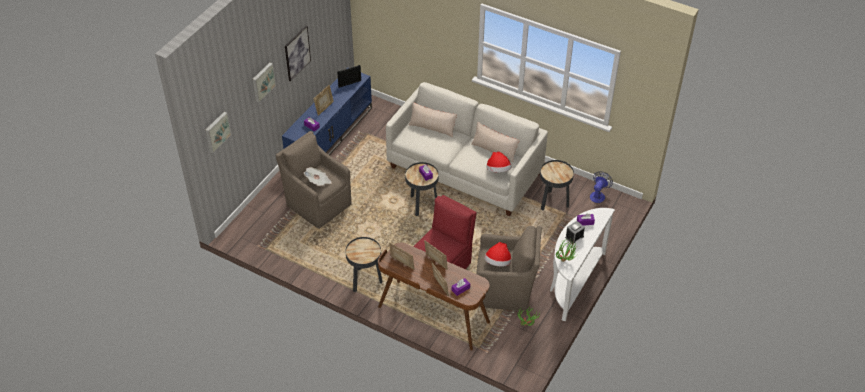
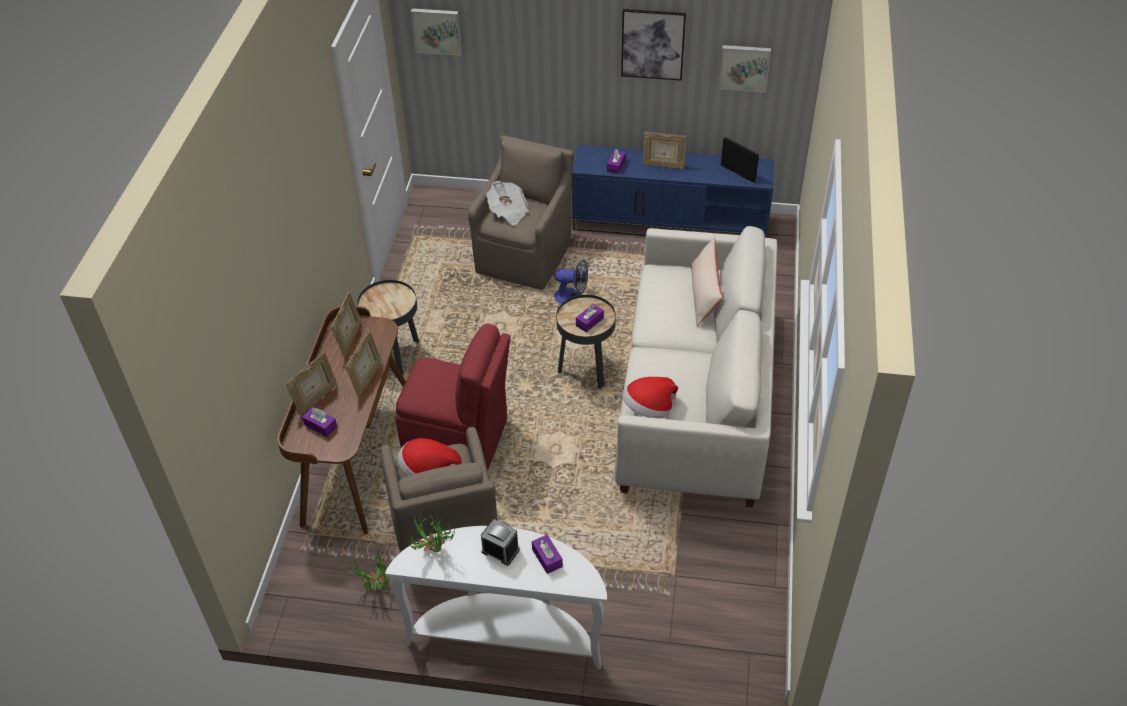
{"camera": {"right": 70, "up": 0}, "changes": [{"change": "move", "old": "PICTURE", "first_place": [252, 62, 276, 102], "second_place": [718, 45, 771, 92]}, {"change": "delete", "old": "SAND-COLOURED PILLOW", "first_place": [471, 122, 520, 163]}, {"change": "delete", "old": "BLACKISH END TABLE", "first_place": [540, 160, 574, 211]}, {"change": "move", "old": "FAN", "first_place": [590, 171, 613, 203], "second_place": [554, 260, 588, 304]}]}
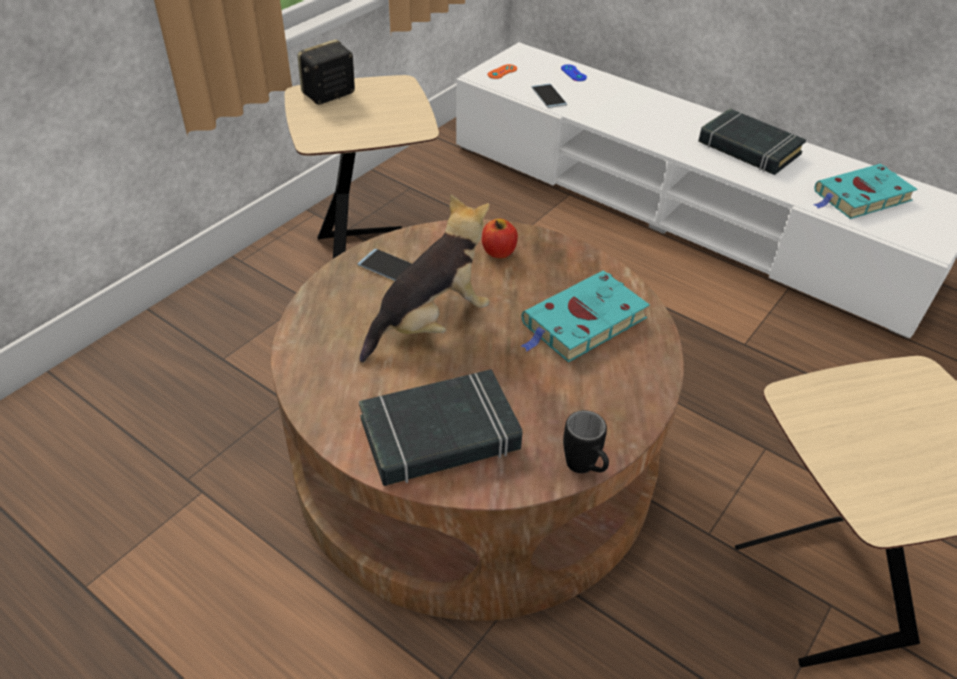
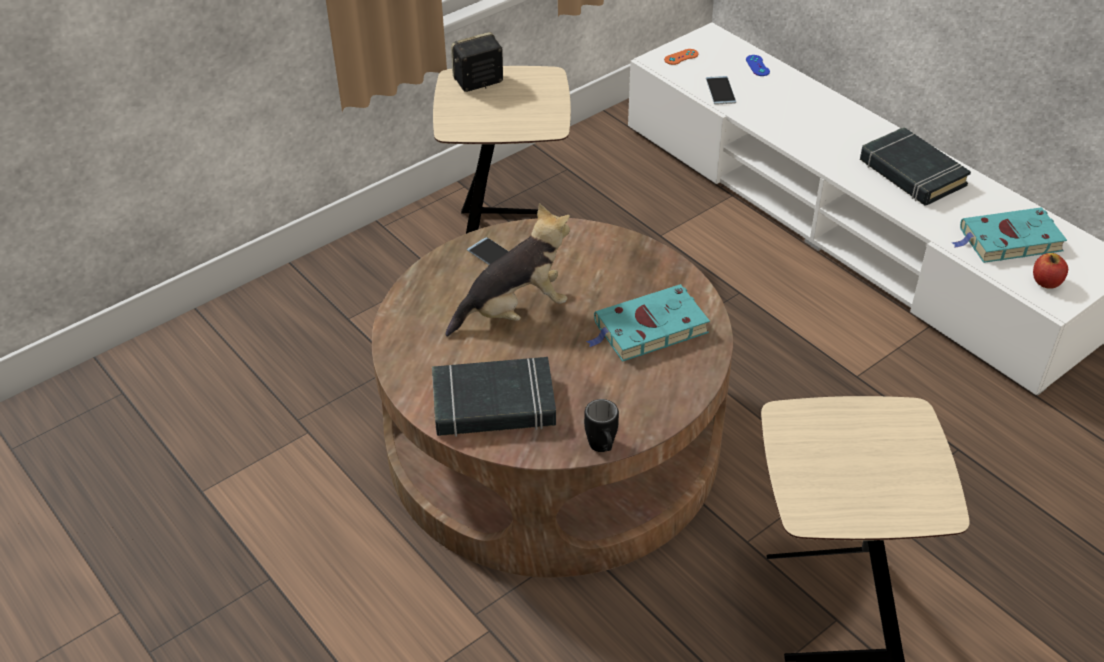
{"camera": {"right": 15, "up": 0}, "changes": [{"change": "move", "old": "APPLE FRUIT", "first_place": [482, 219, 518, 258], "second_place": [1033, 253, 1068, 289]}]}
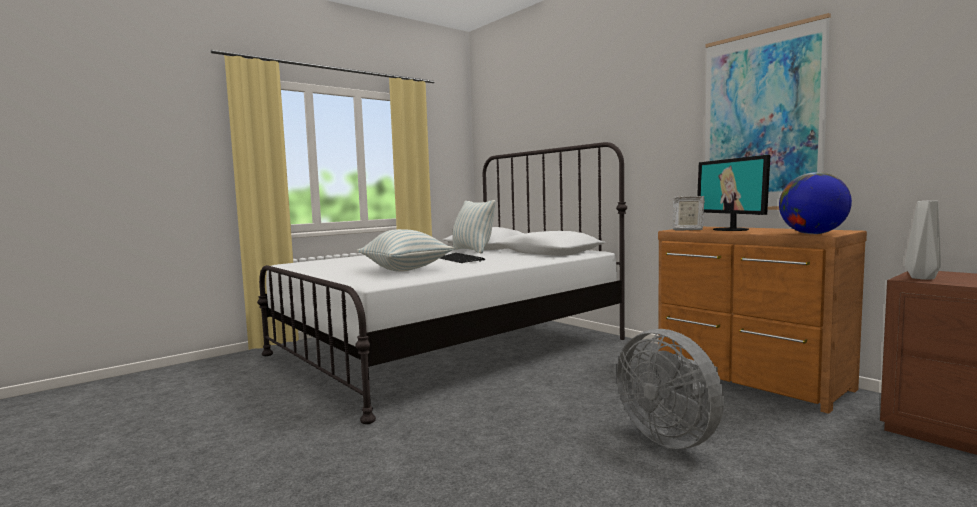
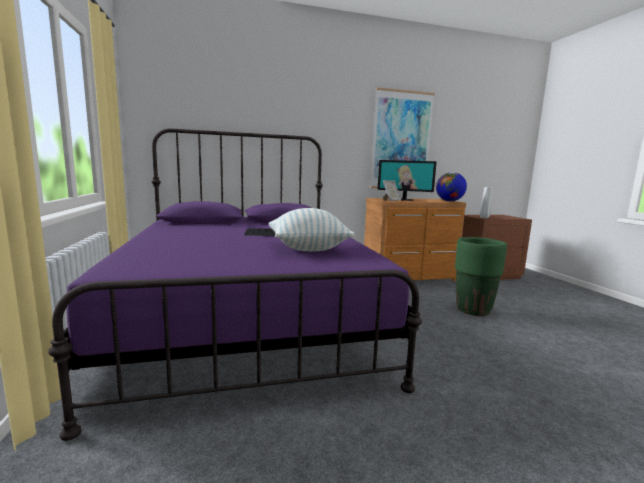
{"camera": {"right": -65, "up": 5}, "changes": [{"change": "recolor", "old": "WHITISH BEDROOM BED", "new": "PURPLISH BEDROOM BED", "first_place": [257, 142, 627, 424], "second_place": [48, 128, 422, 441]}, {"change": "delete", "old": "PILLOW", "first_place": [452, 200, 495, 254]}, {"change": "replace", "old": "GREYISH FAN", "new": "GREEN-COLOURED PLANTER", "first_place": [617, 329, 724, 449], "second_place": [455, 237, 507, 316]}]}
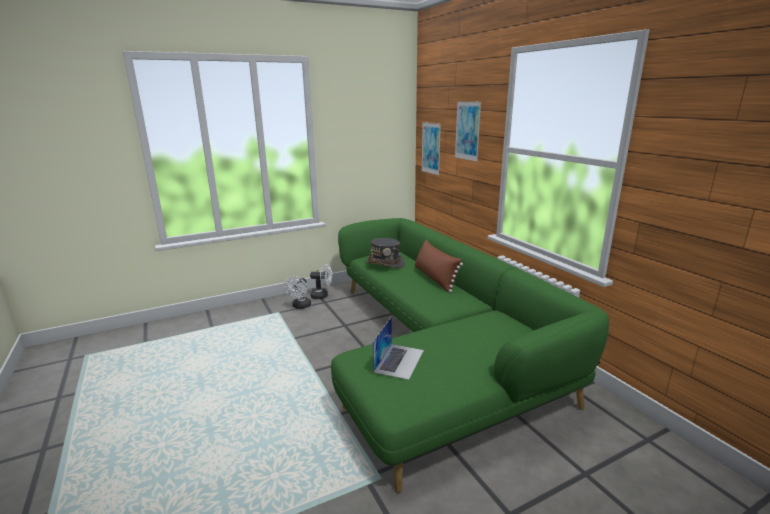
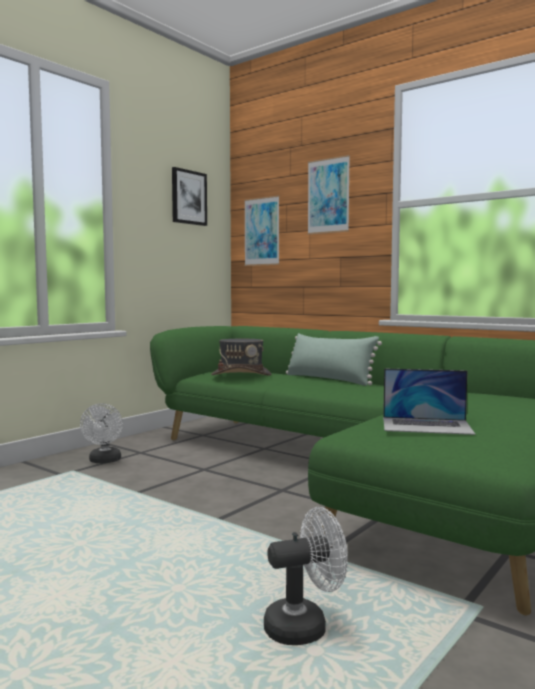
{"camera": {"right": -25, "up": -15}, "changes": [{"change": "move", "old": "WHITISH FAN", "first_place": [310, 264, 332, 299], "second_place": [264, 507, 348, 645]}, {"change": "rotate", "old": "LAPTOP", "first_place": [373, 316, 424, 380], "second_place": [383, 369, 475, 435], "degrees": 105}, {"change": "recolor", "old": "BROWN-COLOURED PILLOW", "new": "GREEN-COLOURED PILLOW", "first_place": [415, 240, 463, 292], "second_place": [286, 333, 382, 386]}, {"change": "insert", "new": "PICTURE", "second_place": [172, 167, 207, 226]}]}
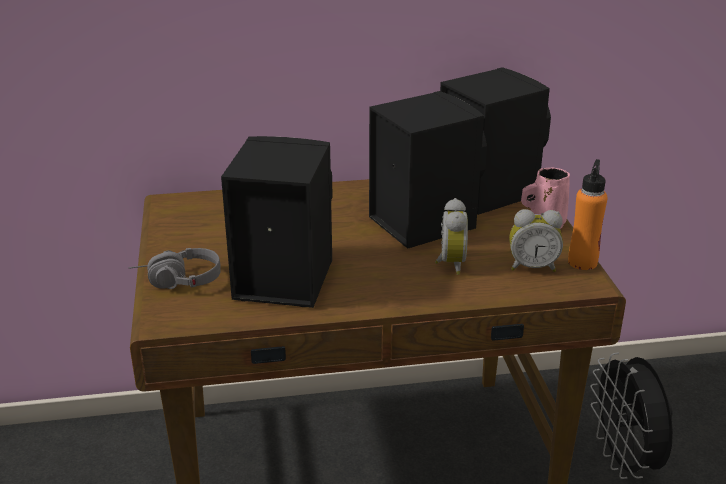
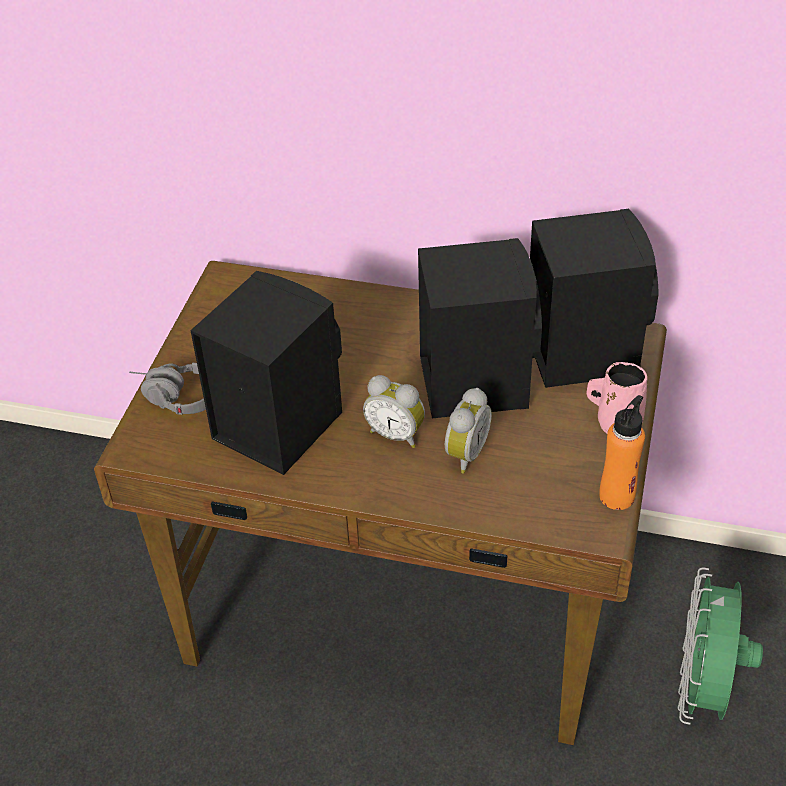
{"camera": {"right": 25, "up": 15}, "changes": [{"change": "move", "old": "BEDSIDE CLOCK", "first_place": [509, 209, 563, 272], "second_place": [363, 375, 425, 448]}, {"change": "recolor", "old": "BLACKISH FAN", "new": "GREEN-COLOURED FAN", "first_place": [590, 352, 673, 479], "second_place": [678, 568, 763, 725]}]}
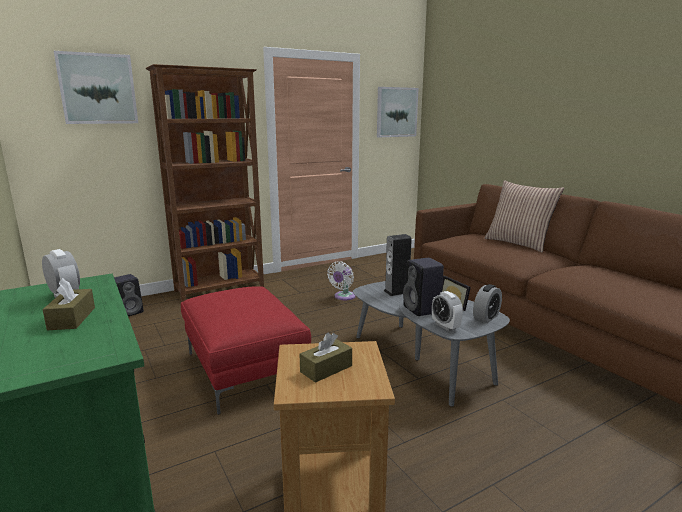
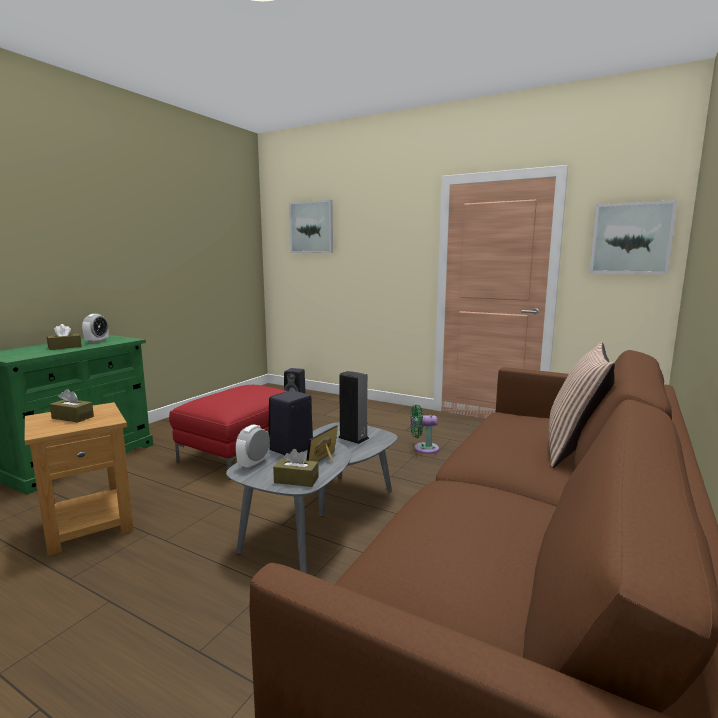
{"camera": {"right": 60, "up": -5}, "changes": [{"change": "delete", "old": "BROWN-COLOURED BOOKSHELF", "first_place": [146, 64, 264, 302]}, {"change": "recolor", "old": "WHITISH FAN", "new": "GREEN-COLOURED FAN", "first_place": [327, 261, 356, 300], "second_place": [410, 405, 439, 454]}, {"change": "replace", "old": "BEDSIDE CLOCK", "new": "BROWN-COLOURED TISSUE HOLDER", "first_place": [473, 284, 502, 323], "second_place": [273, 449, 319, 487]}]}
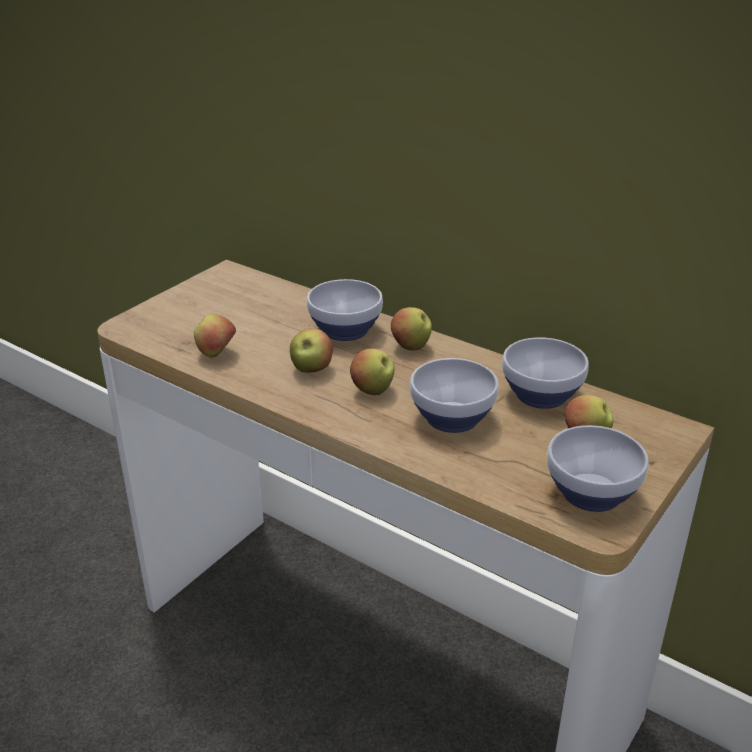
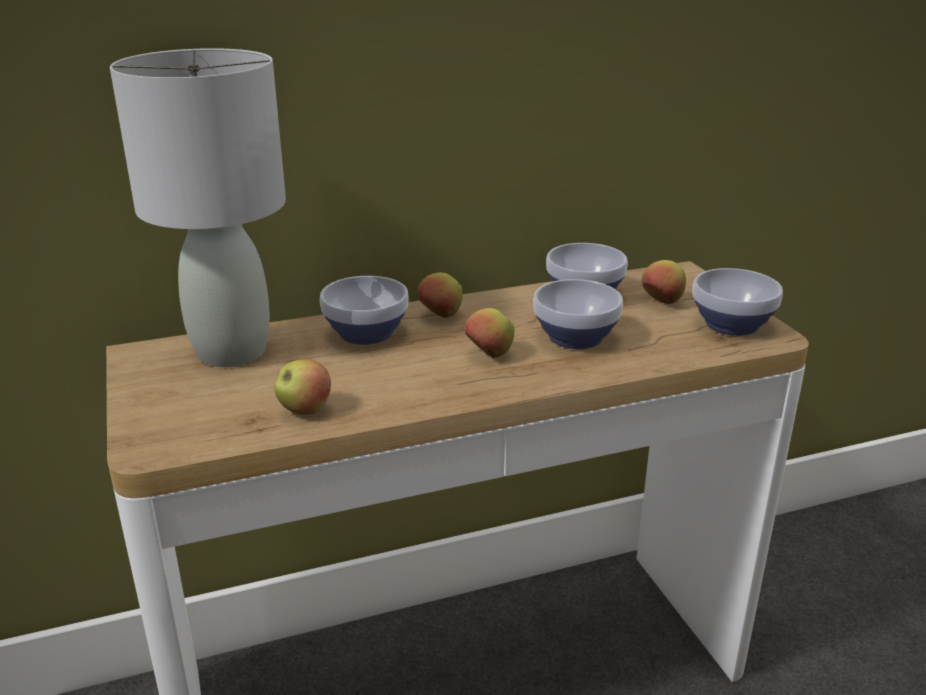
{"camera": {"right": -55, "up": -5}, "changes": [{"change": "delete", "old": "APPLE FRUIT", "first_place": [290, 328, 333, 373]}, {"change": "insert", "new": "GREYISH TABLE LAMP", "second_place": [110, 48, 286, 367]}]}
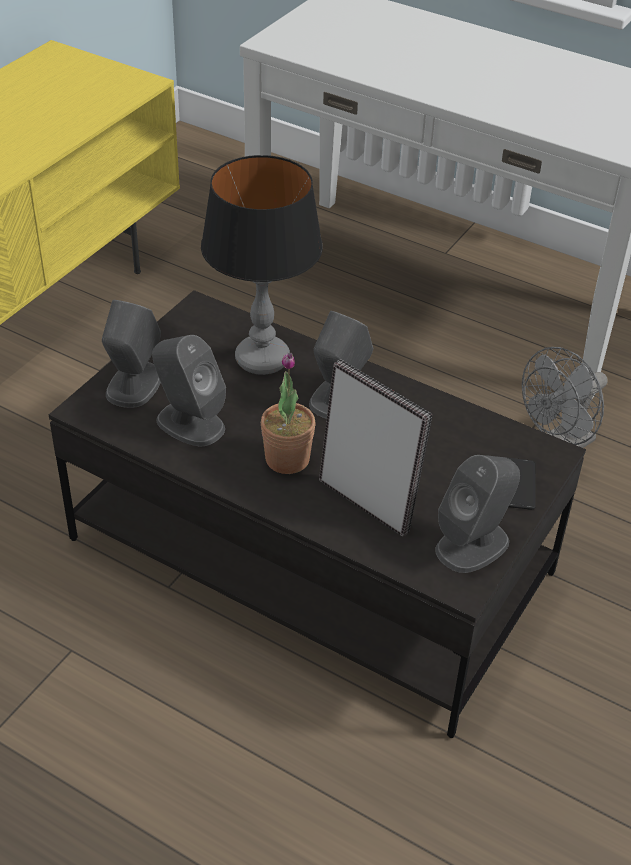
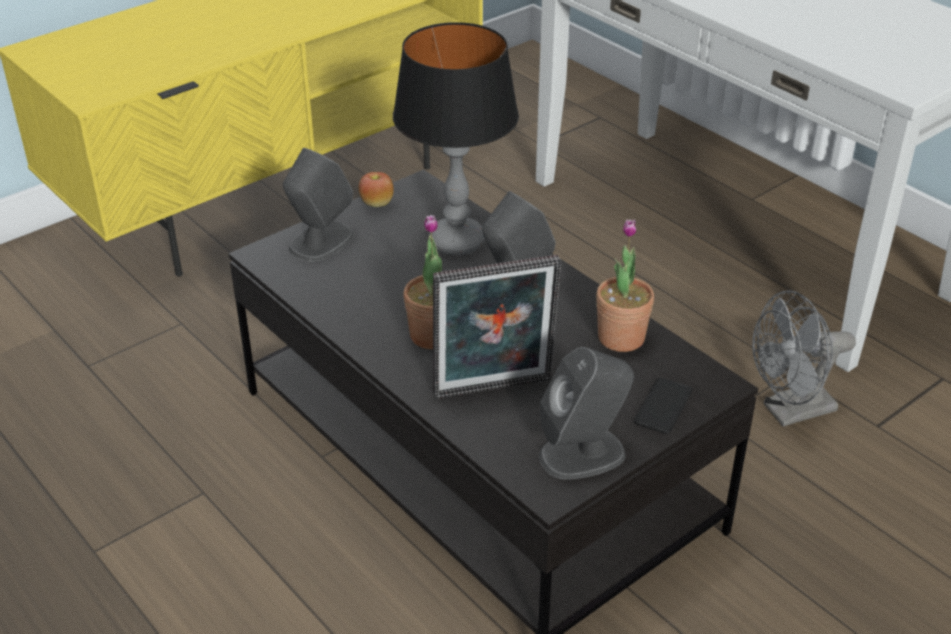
{"camera": {"right": 20, "up": -5}, "changes": [{"change": "delete", "old": "GREYISH AUDIO SPEAKER", "first_place": [152, 335, 226, 447]}, {"change": "rotate", "old": "STANDING FRAME", "first_place": [319, 359, 432, 537], "second_place": [433, 255, 561, 399], "degrees": 105}, {"change": "insert", "new": "APPLE FRUIT", "second_place": [359, 172, 394, 207]}, {"change": "insert", "new": "HOUSEPLANT", "second_place": [596, 219, 654, 352]}]}
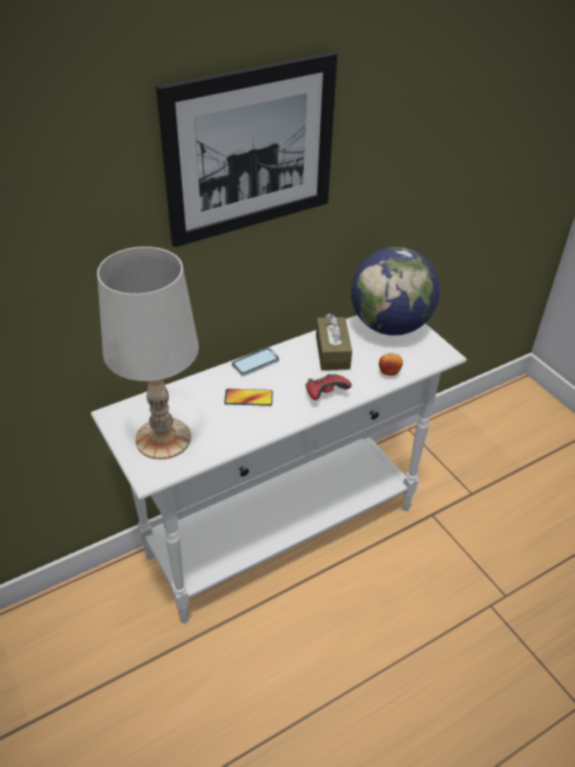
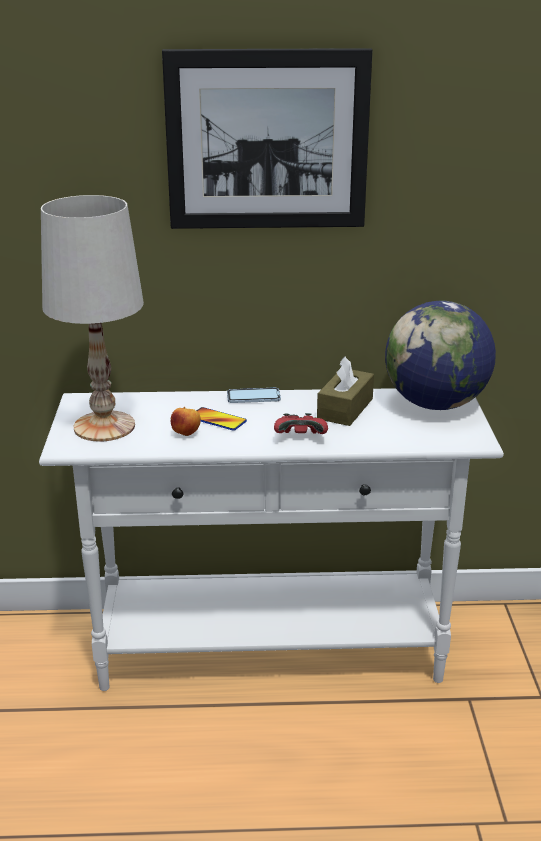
{"camera": {"right": 30, "up": -15}, "changes": [{"change": "move", "old": "APPLE FRUIT", "first_place": [379, 353, 403, 376], "second_place": [171, 407, 201, 436]}]}
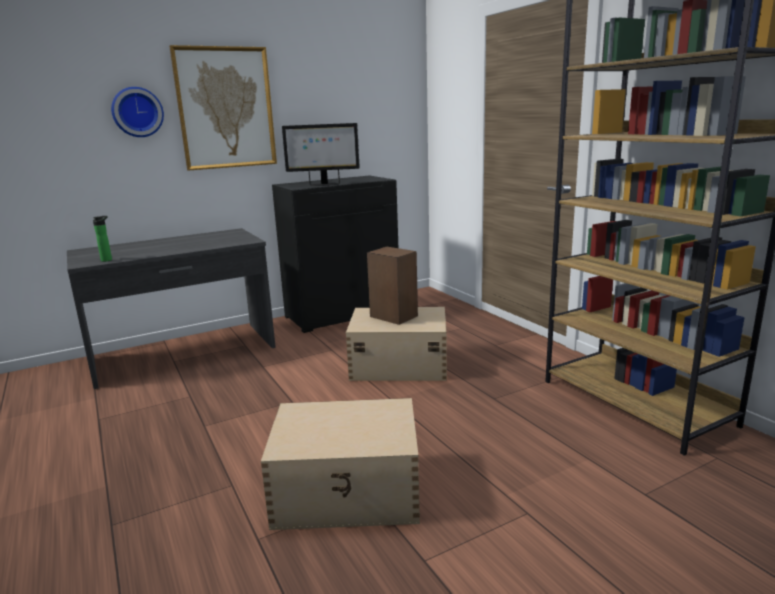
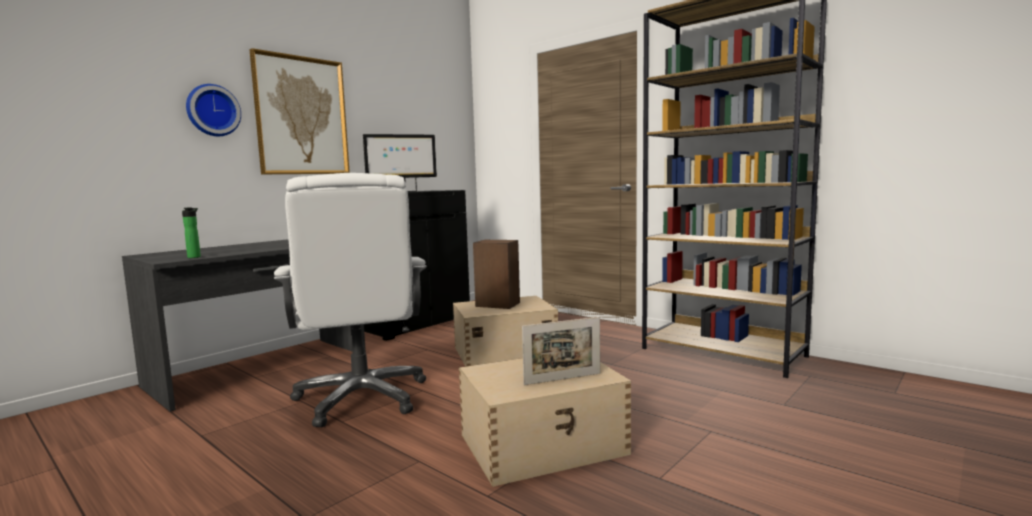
{"camera": {"right": -20, "up": -10}, "changes": [{"change": "insert", "new": "WHITISH OFFICE CHAIR", "second_place": [274, 173, 426, 427]}, {"change": "insert", "new": "STANDING FRAME", "second_place": [522, 317, 600, 385]}]}
